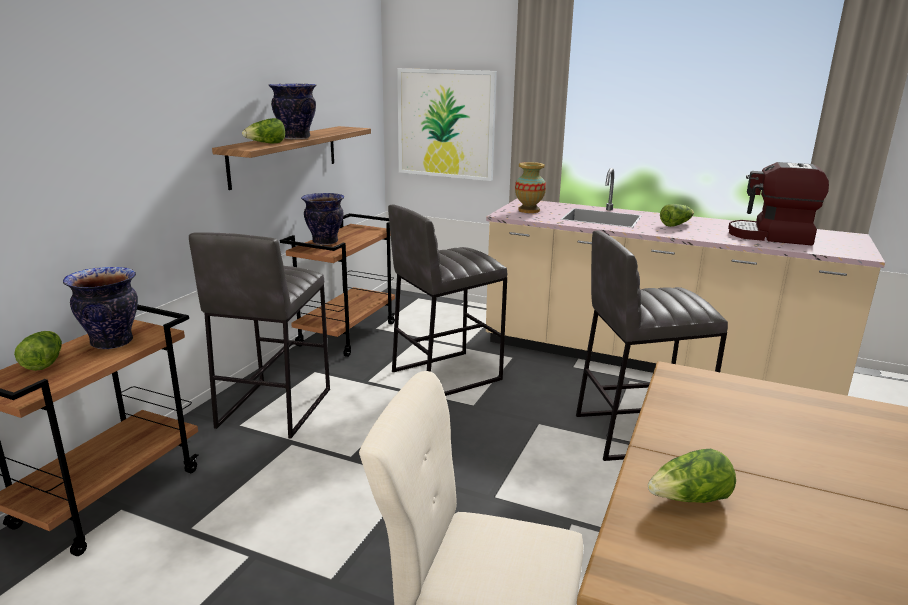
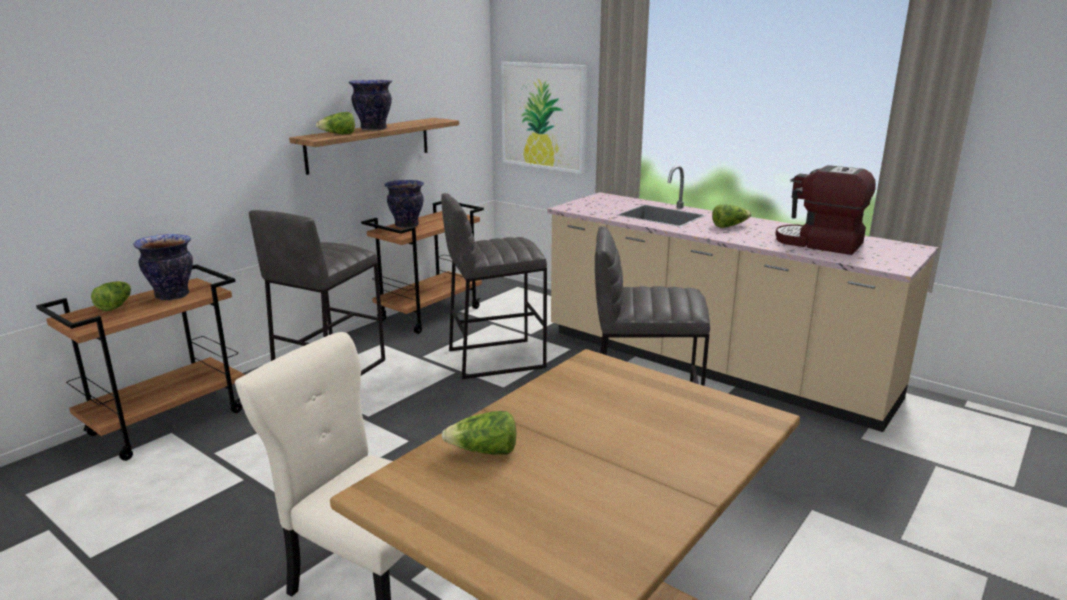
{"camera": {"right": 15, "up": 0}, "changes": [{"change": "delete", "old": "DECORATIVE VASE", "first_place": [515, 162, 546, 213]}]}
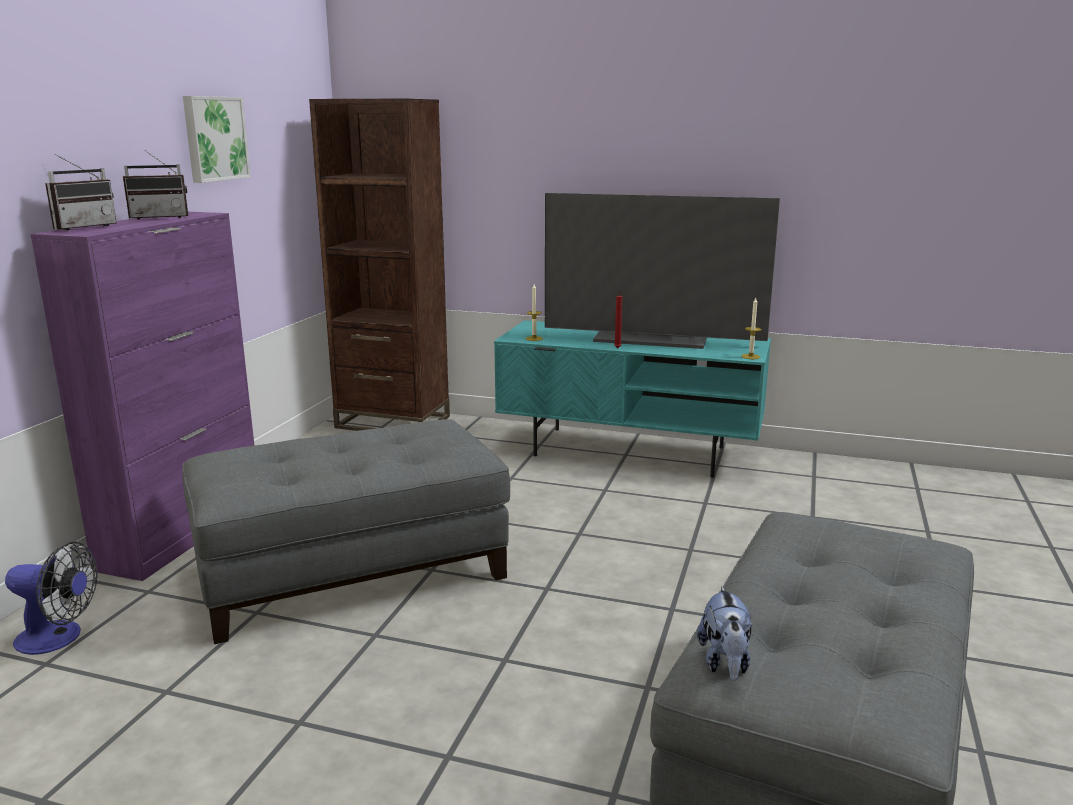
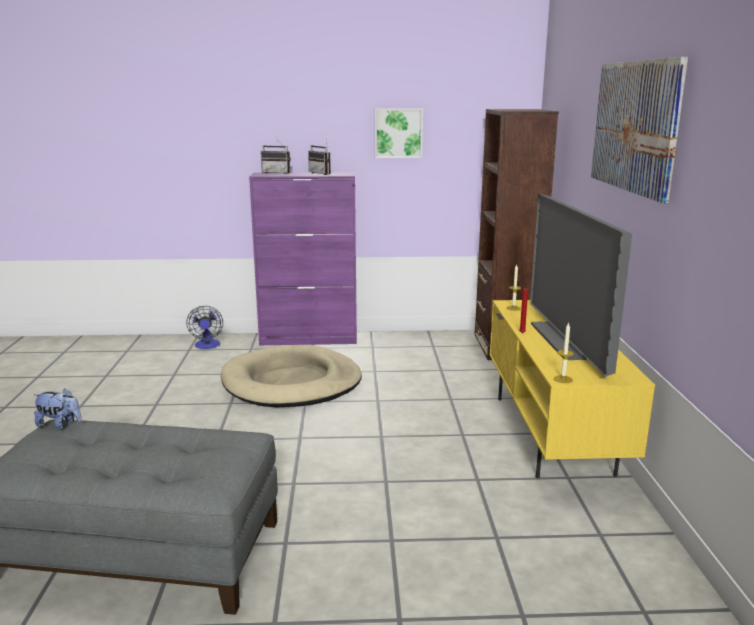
{"camera": {"right": 70, "up": 0}, "changes": [{"change": "replace", "old": "GREYISH OTTOMAN", "new": "SAND-COLOURED DOG BED", "first_place": [182, 419, 510, 644], "second_place": [221, 345, 362, 407]}, {"change": "recolor", "old": "TURQUOISE-COLOURED TV STAND", "new": "YELLOW TV STAND", "first_place": [494, 320, 771, 477], "second_place": [490, 300, 655, 478]}, {"change": "rotate", "old": "CUDDLY TOY", "first_place": [697, 586, 752, 681], "second_place": [33, 388, 81, 429], "degrees": -150}, {"change": "insert", "new": "PICTURE", "second_place": [591, 57, 688, 203]}]}
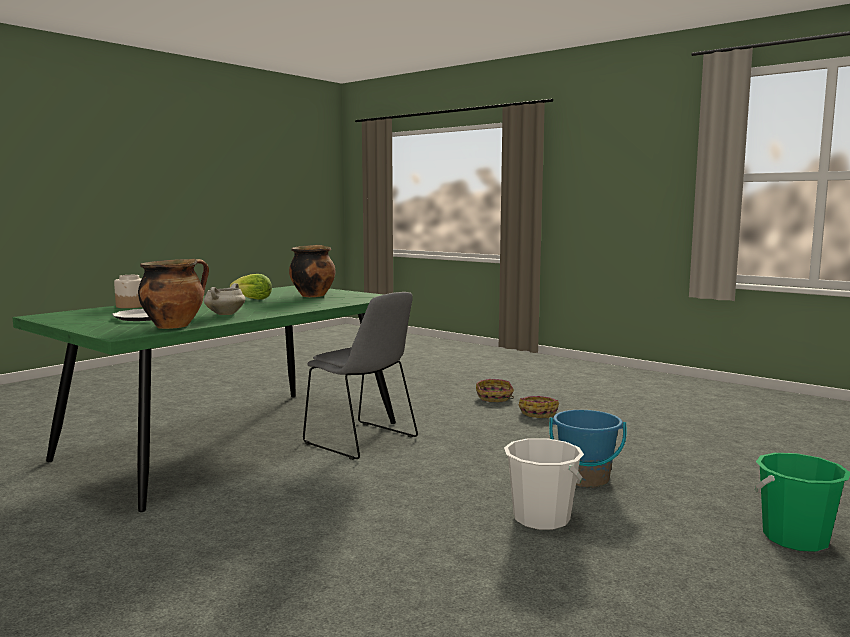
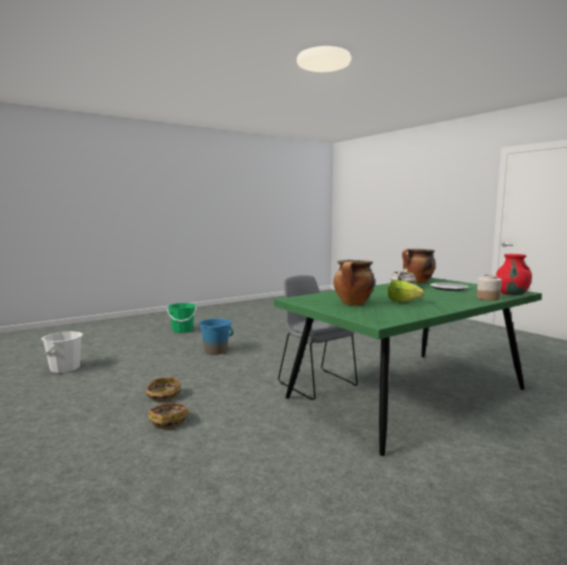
{"camera": {"right": -165, "up": 0}, "changes": [{"change": "move", "old": "WHITISH BUCKET", "first_place": [504, 438, 584, 530], "second_place": [42, 331, 83, 373]}, {"change": "insert", "new": "REDDISH DECORATIVE VASE", "second_place": [496, 254, 532, 295]}]}
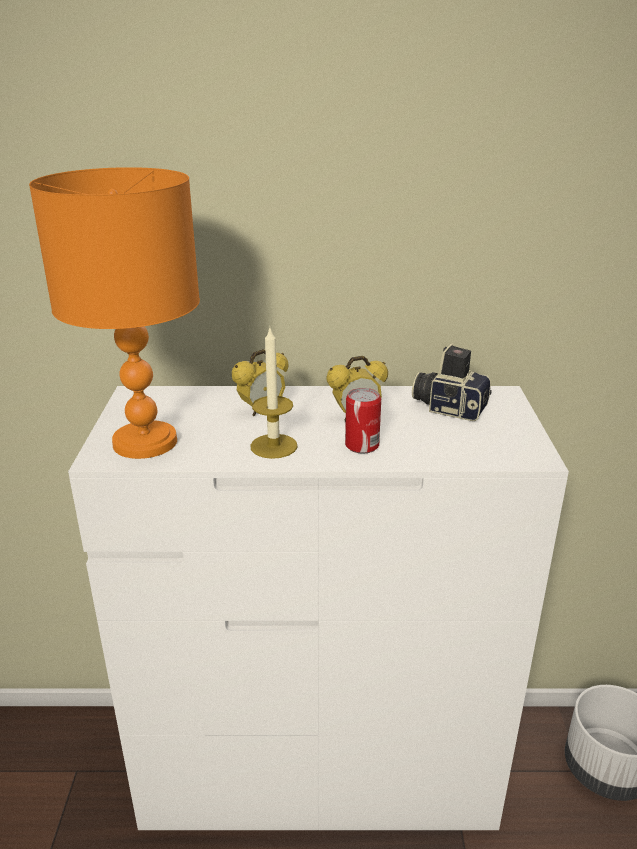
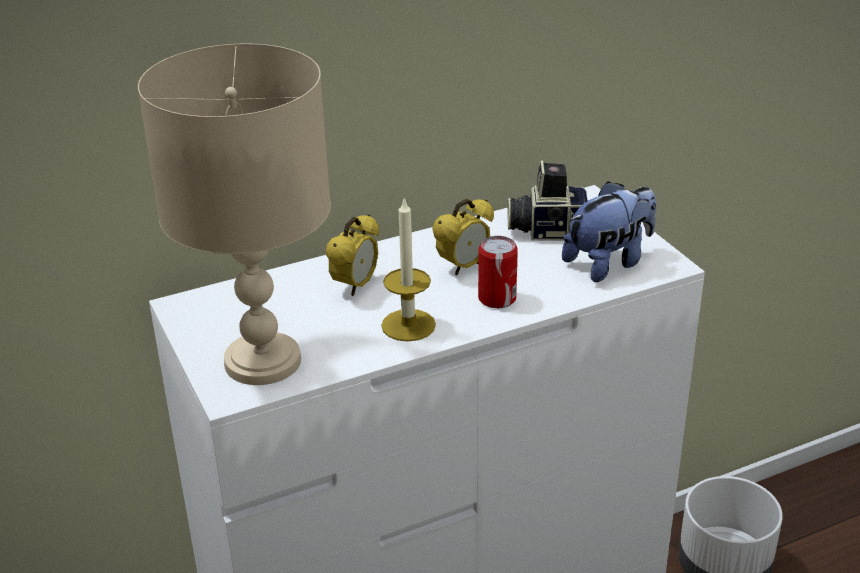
{"camera": {"right": -25, "up": 5}, "changes": [{"change": "recolor", "old": "ORANGEY TABLE LAMP", "new": "SAND-COLOURED TABLE LAMP", "first_place": [29, 167, 200, 459], "second_place": [138, 44, 331, 385]}, {"change": "insert", "new": "CUDDLY TOY", "second_place": [562, 181, 656, 282]}]}
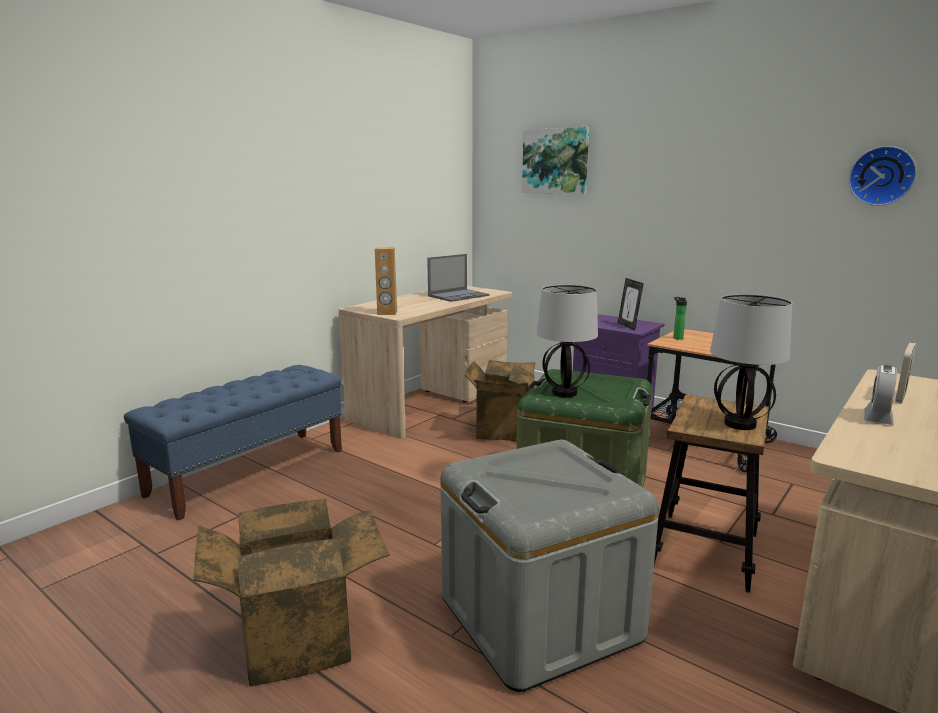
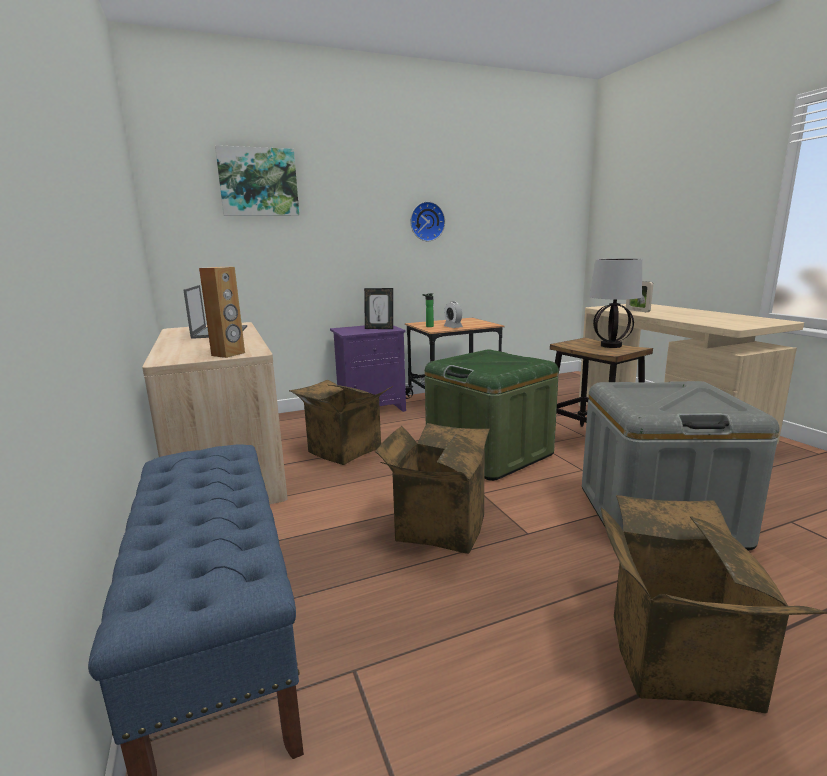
{"camera": {"right": -60, "up": 0}, "changes": [{"change": "delete", "old": "TABLE LAMP", "first_place": [537, 285, 598, 398]}, {"change": "move", "old": "CLOCK ON THE WALL", "first_place": [849, 146, 917, 206], "second_place": [410, 201, 445, 241]}, {"change": "move", "old": "BEDSIDE CLOCK", "first_place": [864, 365, 897, 425], "second_place": [444, 302, 463, 328]}, {"change": "insert", "new": "CARTON", "second_place": [375, 423, 490, 554]}]}
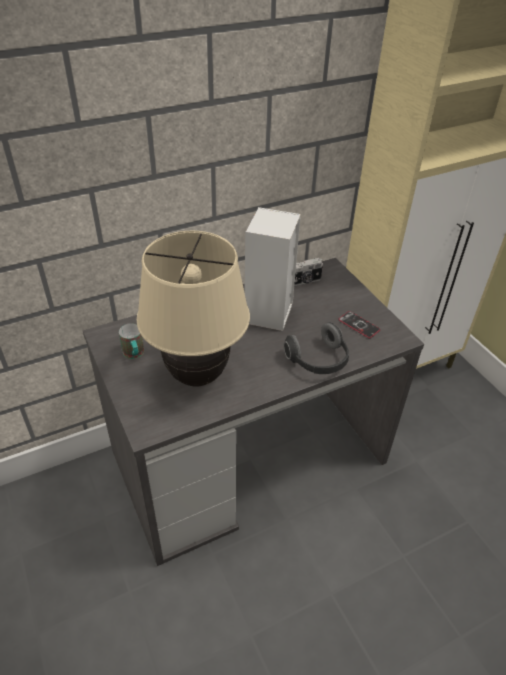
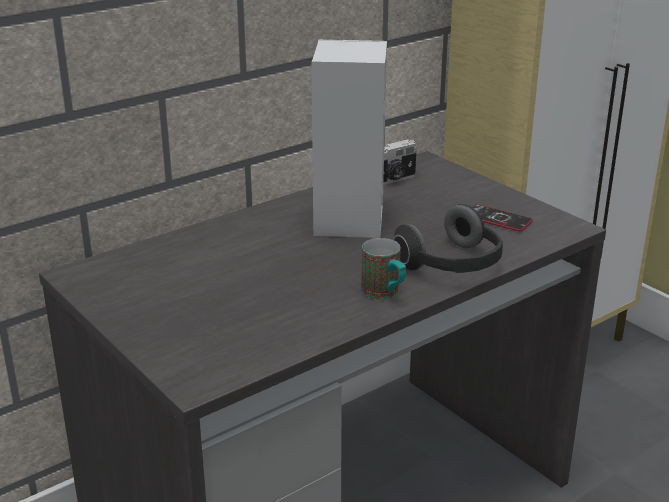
{"camera": {"right": -10, "up": -15}, "changes": [{"change": "move", "old": "COFFEE MUG", "first_place": [119, 323, 144, 359], "second_place": [361, 238, 406, 300]}, {"change": "delete", "old": "SAND-COLOURED TABLE LAMP", "first_place": [137, 231, 250, 387]}]}
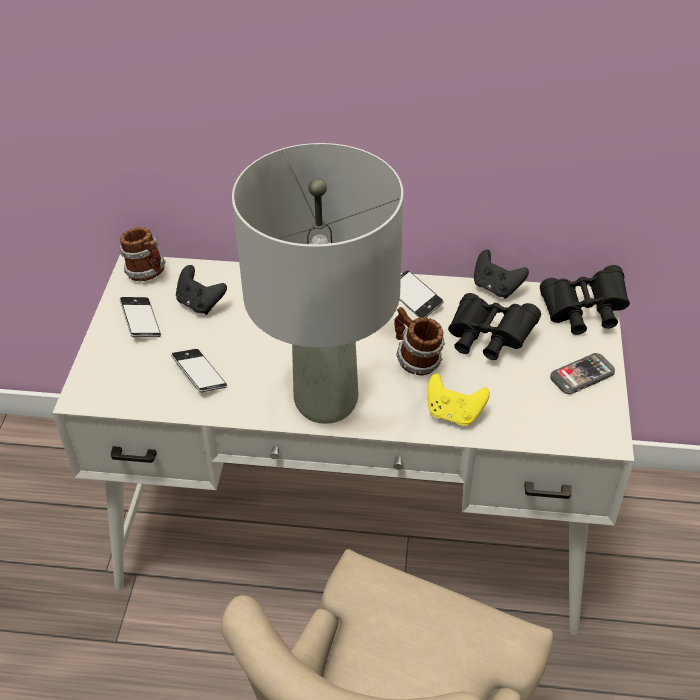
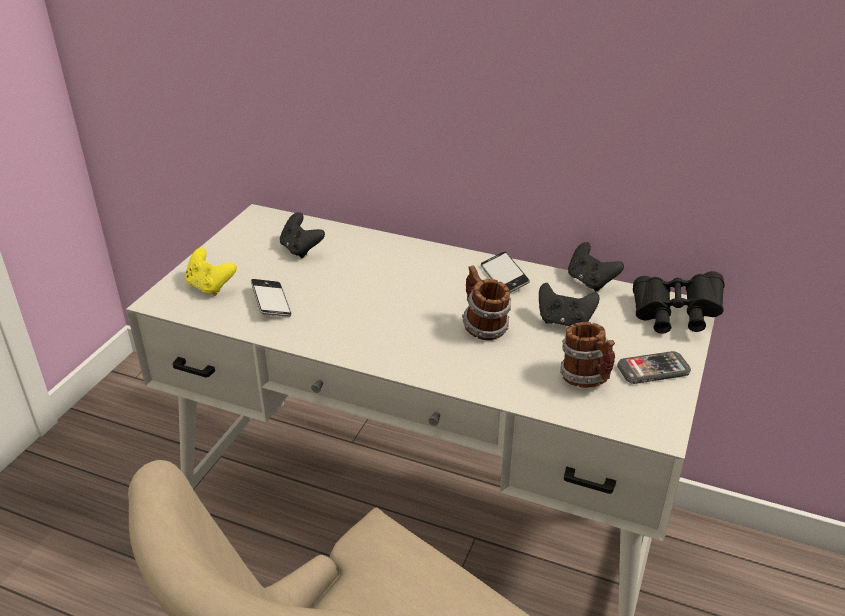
{"camera": {"right": 15, "up": -10}, "changes": [{"change": "move", "old": "COFFEE MUG", "first_place": [120, 227, 166, 281], "second_place": [560, 322, 615, 388]}, {"change": "delete", "old": "PHONE", "first_place": [120, 297, 161, 338]}, {"change": "delete", "old": "GREYISH TABLE LAMP", "first_place": [232, 143, 403, 424]}, {"change": "move", "old": "YELLOW GAMEPAD", "first_place": [428, 373, 490, 426], "second_place": [185, 248, 237, 296]}, {"change": "replace", "old": "BLACKISH FIELD GLASSES", "new": "BLACKISH GAMEPAD", "first_place": [448, 293, 541, 360], "second_place": [539, 283, 600, 326]}]}
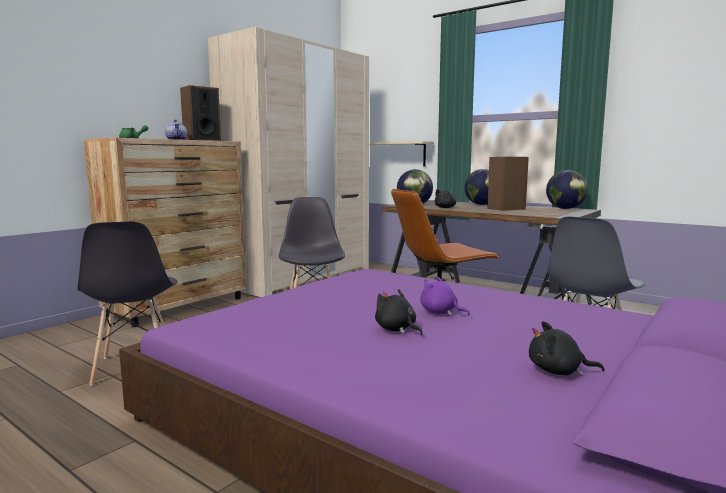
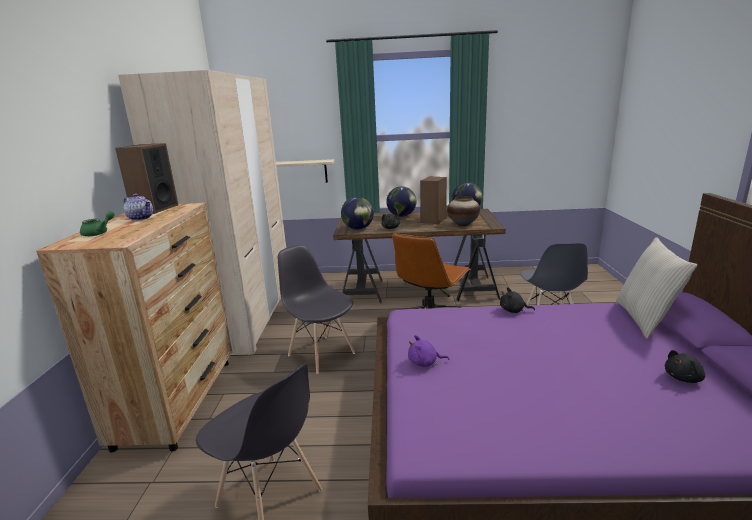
{"camera": {"right": -35, "up": 10}, "changes": [{"change": "move", "old": "BLACKISH CUDDLY TOY", "first_place": [375, 289, 423, 335], "second_place": [500, 287, 535, 313]}, {"change": "move", "old": "PURPLISH CUDDLY TOY", "first_place": [420, 276, 470, 316], "second_place": [408, 335, 449, 367]}, {"change": "insert", "new": "DECORATIVE VASE", "second_place": [447, 196, 480, 226]}, {"change": "insert", "new": "SAND-COLOURED PILLOW", "second_place": [616, 237, 697, 339]}]}
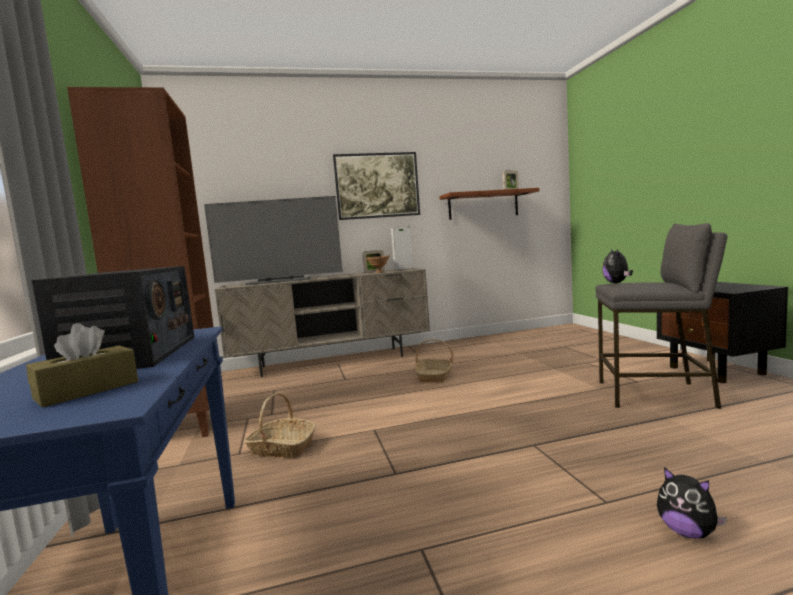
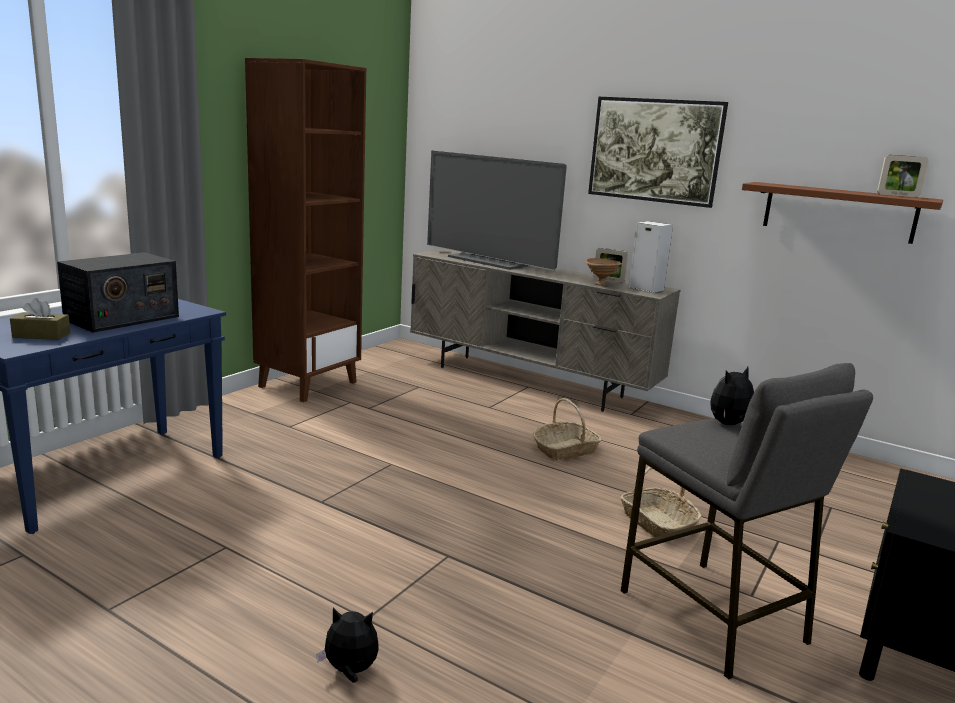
{"camera": {"right": 45, "up": 10}, "changes": [{"change": "move", "old": "STORAGE BASKET", "first_place": [244, 393, 315, 458], "second_place": [620, 466, 702, 537]}, {"change": "rotate", "old": "CUDDLY TOY", "first_place": [657, 467, 727, 538], "second_place": [316, 608, 379, 683], "degrees": 90}]}
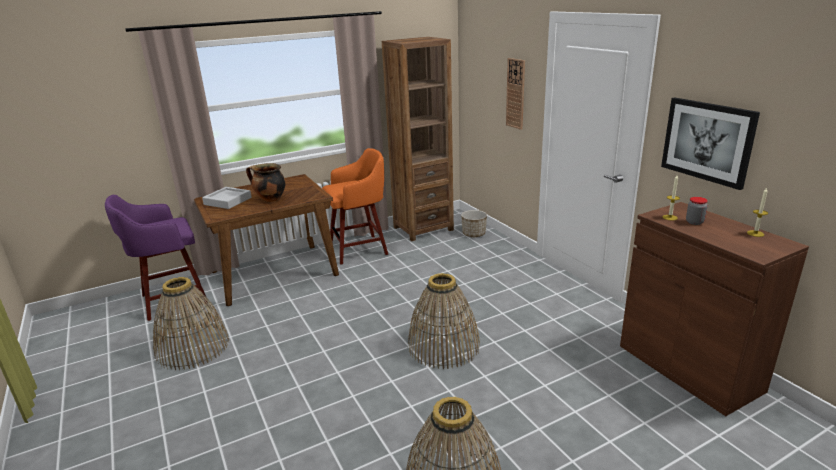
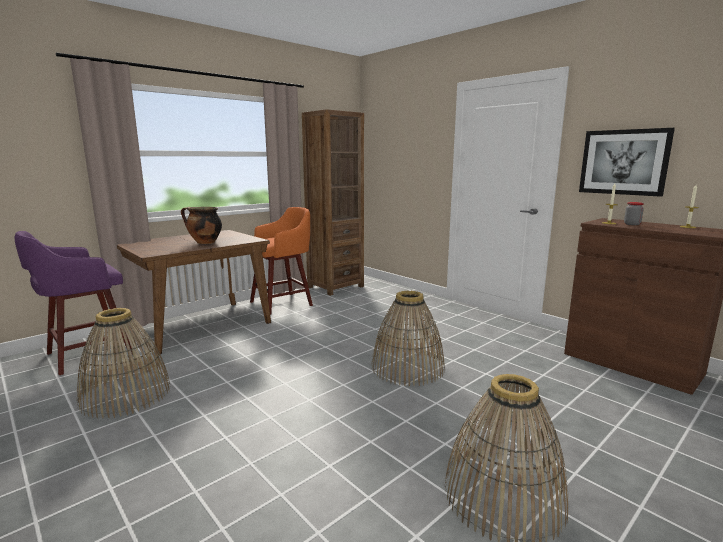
{"camera": {"right": -15, "up": -10}, "changes": [{"change": "delete", "old": "GREYISH CARRYING TRAY", "first_place": [202, 187, 252, 209]}, {"change": "delete", "old": "PLANTER", "first_place": [461, 210, 487, 237]}, {"change": "delete", "old": "CLOCK ON THE WALL", "first_place": [506, 58, 525, 130]}]}
